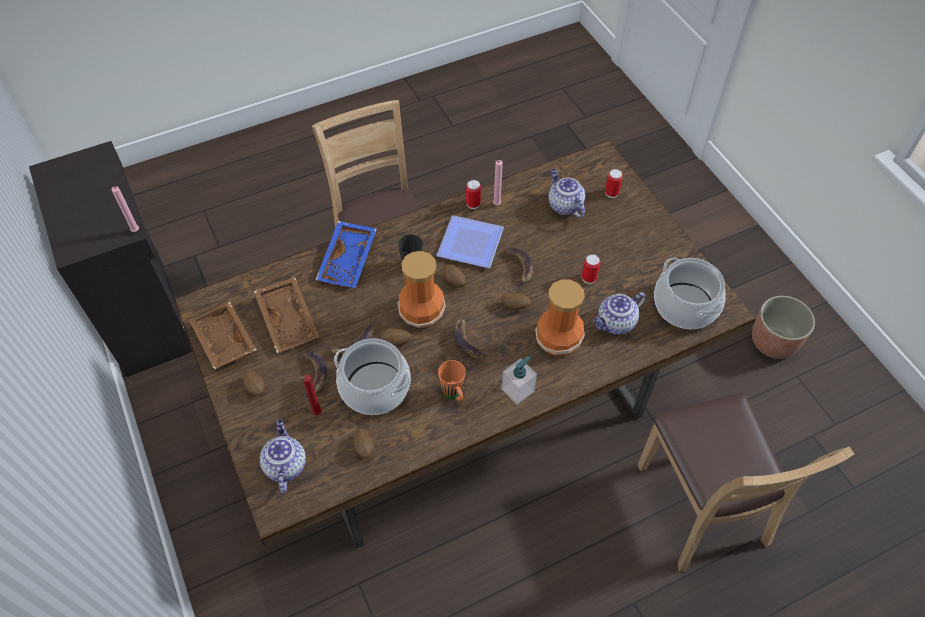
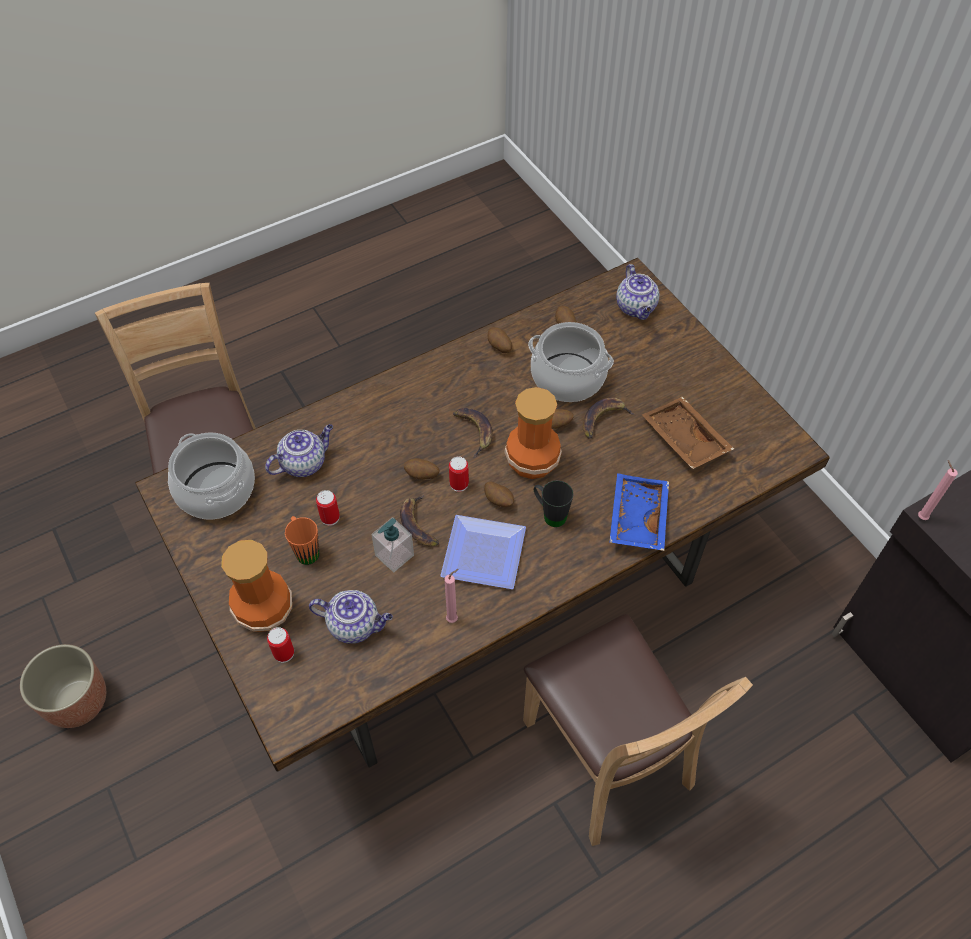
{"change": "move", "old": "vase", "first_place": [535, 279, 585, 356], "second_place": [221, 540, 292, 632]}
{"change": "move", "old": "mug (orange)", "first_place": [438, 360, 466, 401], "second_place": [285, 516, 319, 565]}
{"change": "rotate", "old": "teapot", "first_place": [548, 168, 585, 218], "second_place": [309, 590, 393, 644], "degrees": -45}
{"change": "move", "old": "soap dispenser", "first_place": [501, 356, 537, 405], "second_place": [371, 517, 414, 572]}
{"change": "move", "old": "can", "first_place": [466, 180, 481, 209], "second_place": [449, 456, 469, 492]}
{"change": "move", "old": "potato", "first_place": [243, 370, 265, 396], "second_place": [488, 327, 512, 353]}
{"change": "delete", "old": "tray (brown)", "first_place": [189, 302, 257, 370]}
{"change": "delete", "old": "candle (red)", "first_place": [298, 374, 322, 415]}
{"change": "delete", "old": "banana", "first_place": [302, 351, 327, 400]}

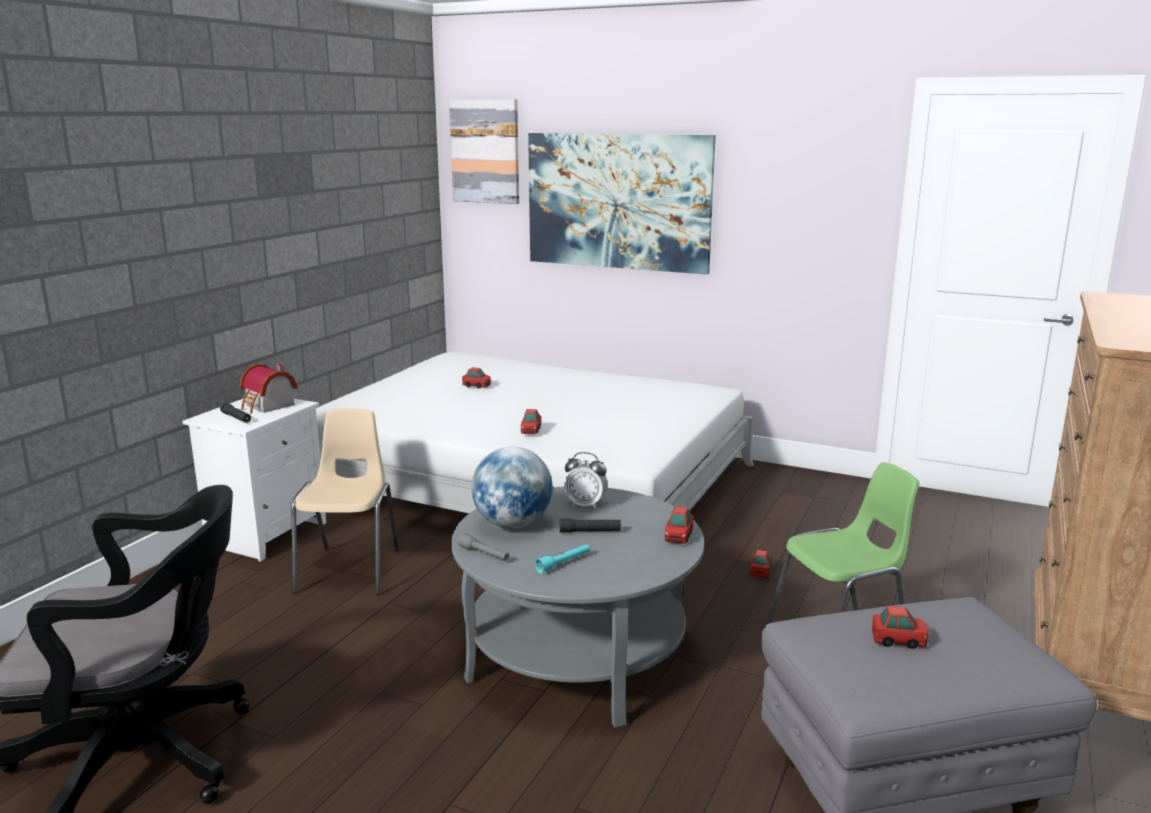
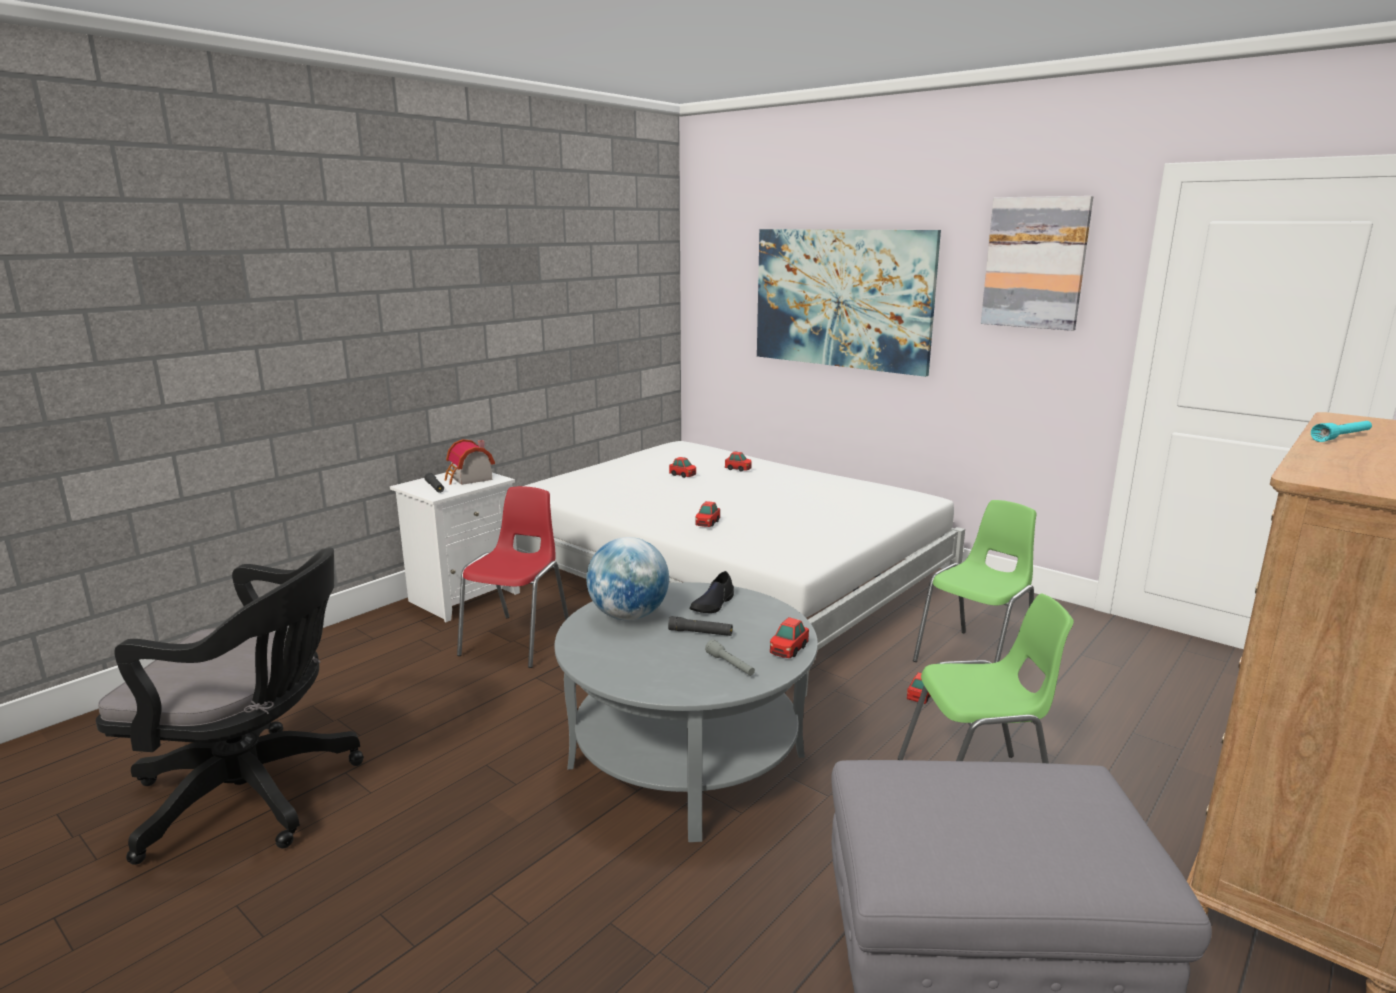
{"change": "recolor", "old": "chair (beige)", "new": "chair (red)", "first_place": [291, 408, 399, 595], "second_place": [457, 486, 569, 668]}
{"change": "replace", "old": "alarm clock", "new": "shoe (black)", "first_place": [564, 452, 607, 509], "second_place": [690, 571, 734, 613]}
{"change": "move", "old": "flashlight (grey)", "first_place": [458, 533, 509, 561], "second_place": [705, 639, 755, 676]}
{"change": "move", "old": "toy car", "first_place": [872, 606, 929, 649], "second_place": [725, 451, 752, 471]}
{"change": "insert", "new": "chair (green)", "second_place": [913, 500, 1036, 663]}
{"change": "move", "old": "picture", "first_place": [449, 99, 519, 204], "second_place": [981, 196, 1093, 331]}
{"change": "move", "old": "flashlight (turquoise)", "first_place": [535, 544, 590, 573], "second_place": [1311, 421, 1372, 442]}

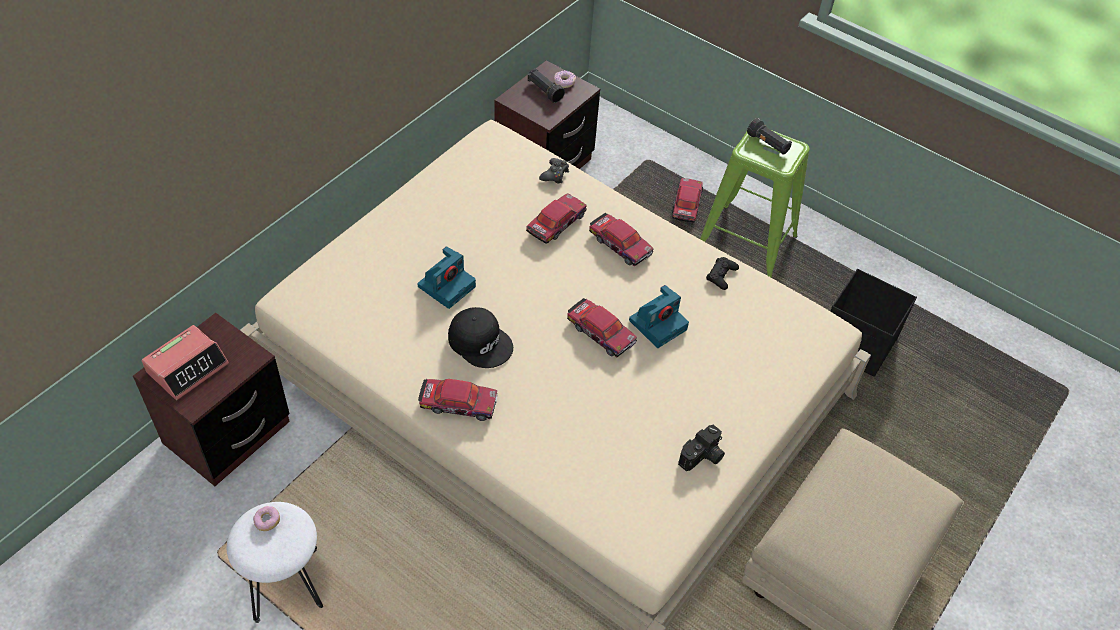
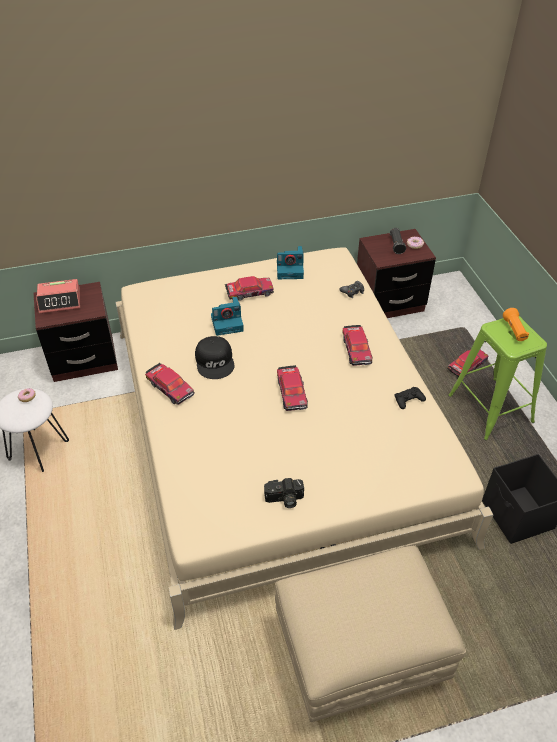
{"change": "move", "old": "toy car", "first_place": [526, 193, 587, 244], "second_place": [225, 276, 274, 301]}
{"change": "move", "old": "photo camera", "first_place": [629, 285, 689, 348], "second_place": [277, 246, 304, 279]}
{"change": "recolor", "old": "flashlight (black)", "new": "flashlight (orange)", "first_place": [747, 118, 792, 155], "second_place": [503, 308, 529, 341]}

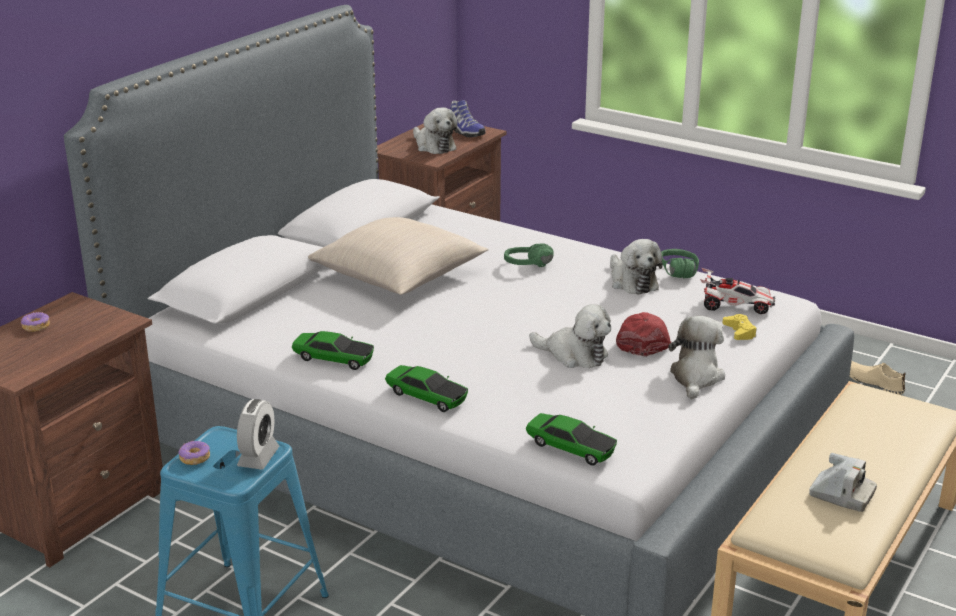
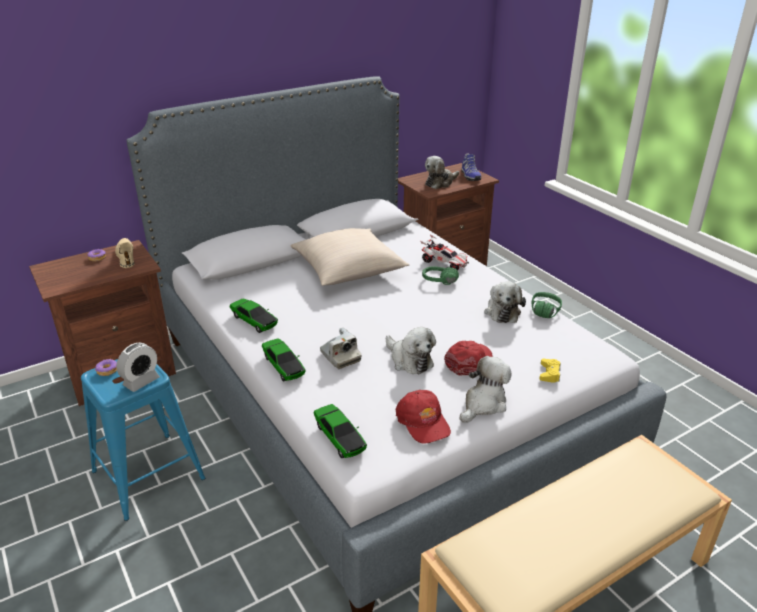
{"change": "move", "old": "shoe (beige)", "first_place": [849, 361, 906, 395], "second_place": [115, 238, 135, 268]}
{"change": "move", "old": "photo camera", "first_place": [809, 453, 877, 512], "second_place": [320, 327, 361, 369]}
{"change": "insert", "new": "cap (red)", "second_place": [396, 390, 451, 444]}
{"change": "move", "old": "toy car", "first_place": [700, 268, 775, 314], "second_place": [421, 235, 469, 271]}
{"change": "rotate", "old": "plush toy", "first_place": [413, 108, 458, 154], "second_place": [425, 156, 459, 189], "degrees": 60}

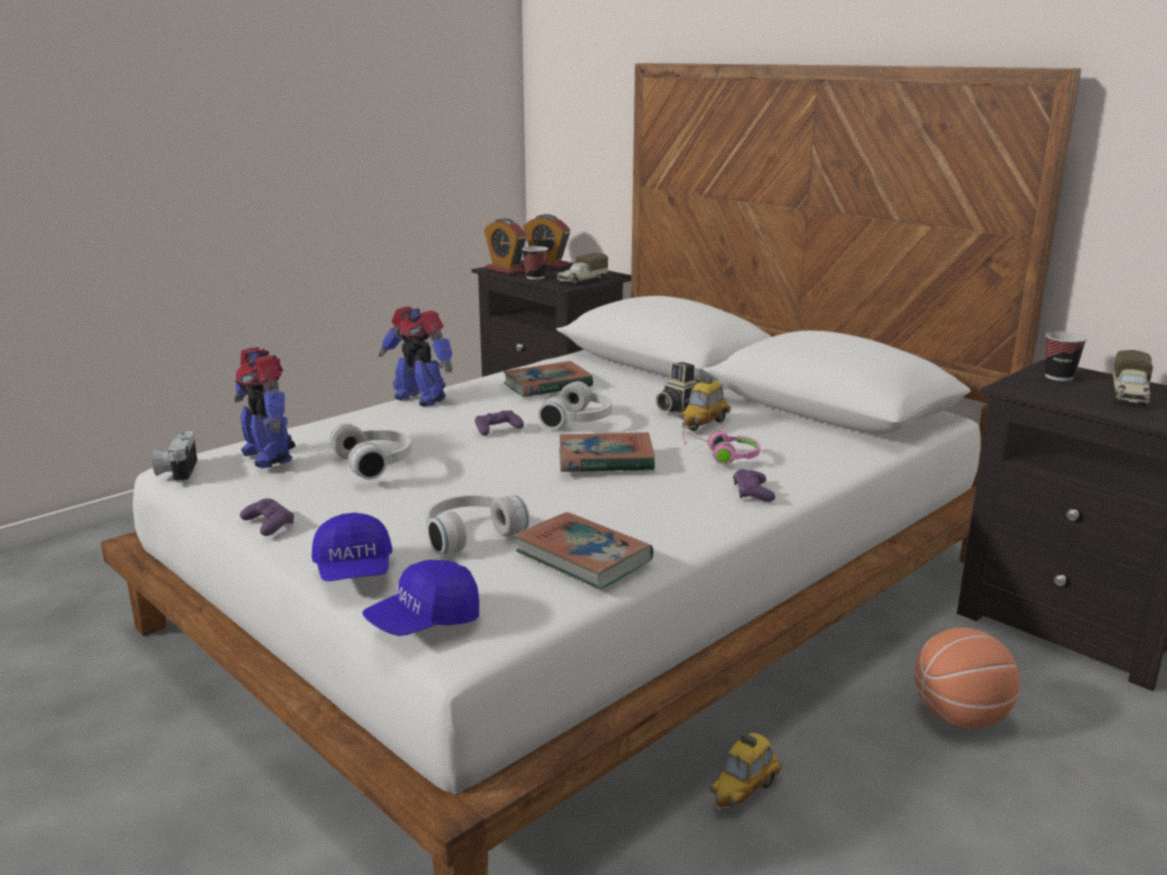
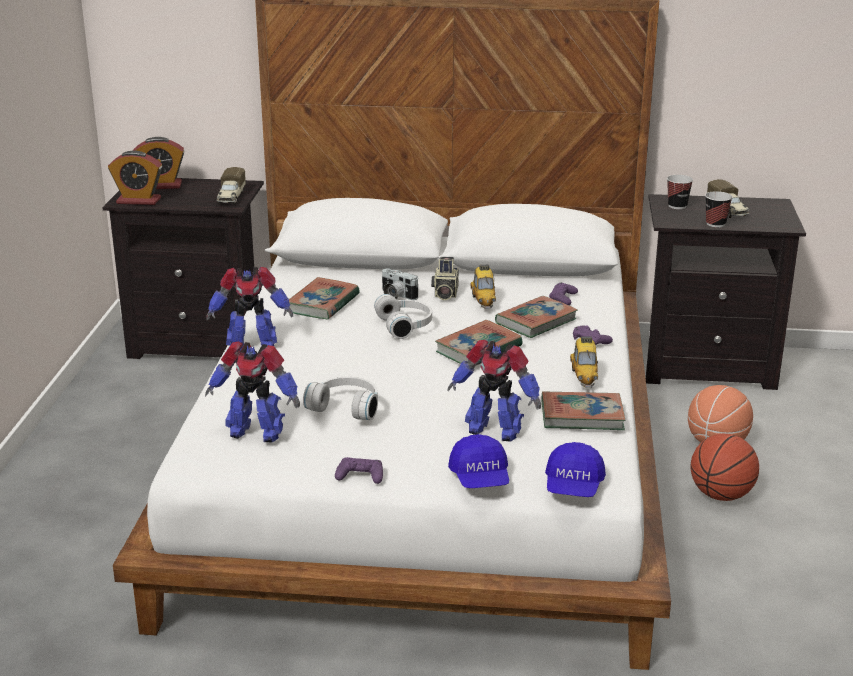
{"change": "move", "old": "photo camera", "first_place": [152, 431, 198, 483], "second_place": [382, 269, 418, 300]}
{"change": "replace", "old": "headphones (white)", "new": "toy robot", "first_place": [426, 495, 530, 555], "second_place": [448, 340, 541, 442]}
{"change": "rotate", "old": "cap (blue)", "first_place": [312, 513, 392, 581], "second_place": [448, 434, 509, 488], "degrees": 45}
{"change": "replace", "old": "headphones (pink)", "new": "book", "first_place": [683, 426, 760, 465], "second_place": [495, 296, 578, 338]}
{"change": "move", "old": "game controller (purple)", "first_place": [475, 410, 524, 436], "second_place": [549, 283, 578, 305]}
{"change": "move", "old": "toy car", "first_place": [710, 733, 782, 812], "second_place": [570, 336, 598, 388]}
{"change": "insert", "new": "basketball", "second_place": [691, 434, 759, 501]}
{"change": "move", "old": "cup", "first_place": [522, 246, 548, 280], "second_place": [705, 191, 733, 227]}

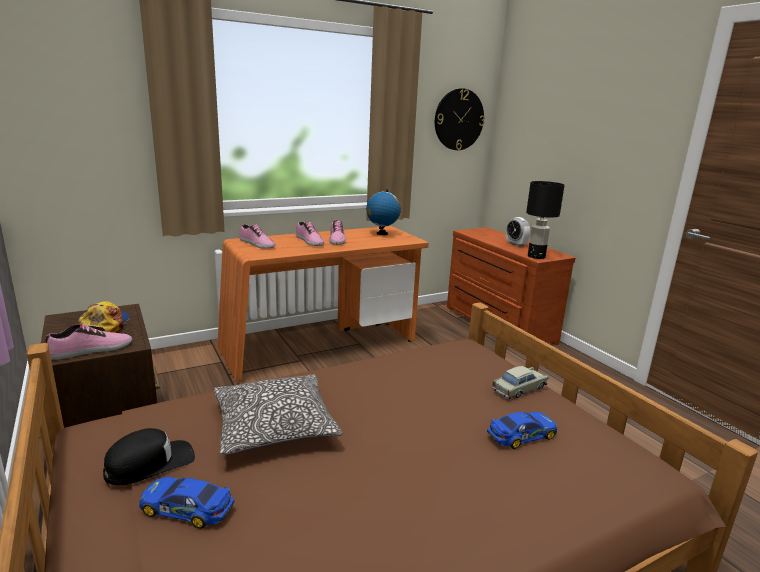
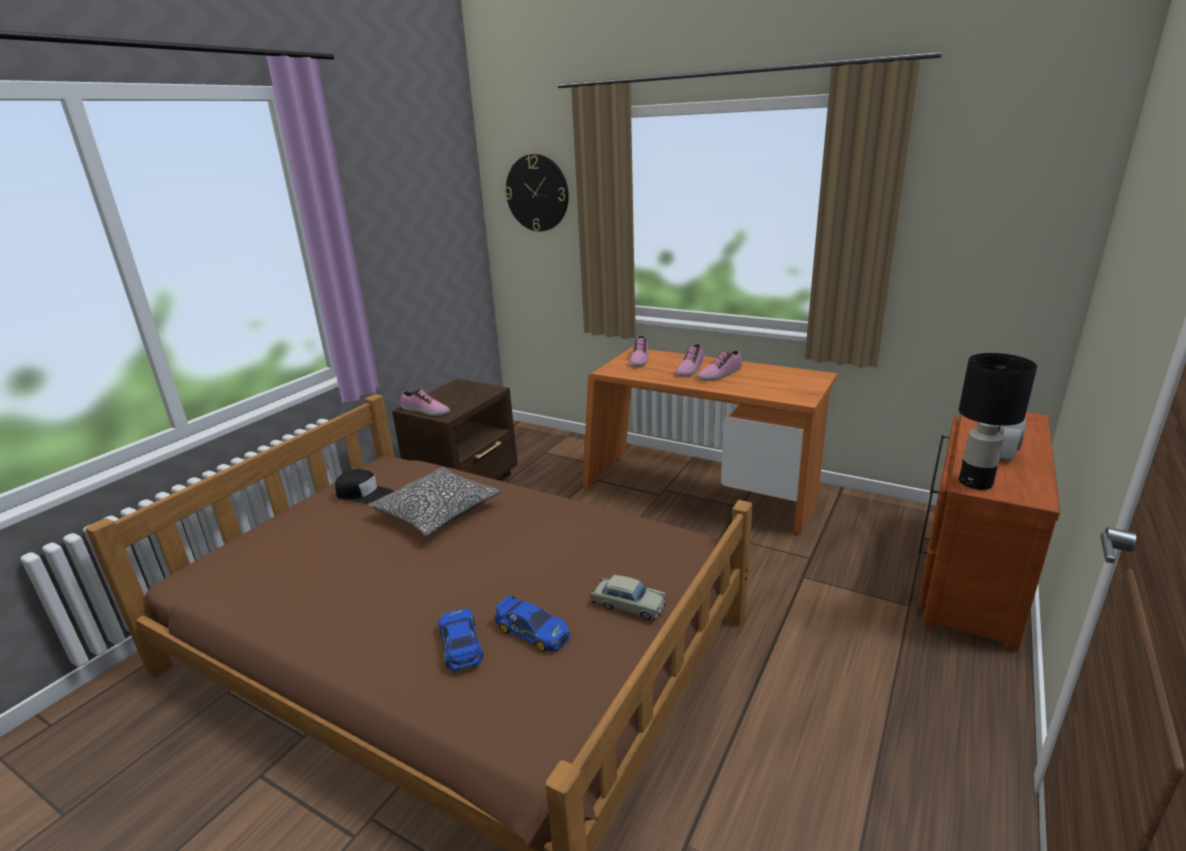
{"change": "move", "old": "toy car", "first_place": [139, 477, 234, 529], "second_place": [438, 609, 483, 672]}
{"change": "move", "old": "wall clock", "first_place": [435, 88, 485, 150], "second_place": [505, 154, 569, 231]}
{"change": "delete", "old": "cap", "first_place": [78, 301, 130, 333]}
{"change": "delete", "old": "globe", "first_place": [366, 189, 401, 235]}

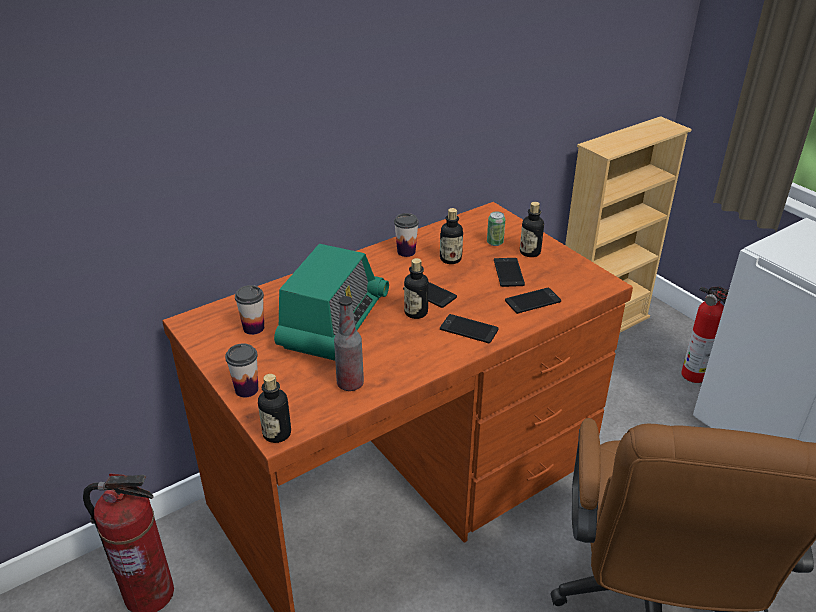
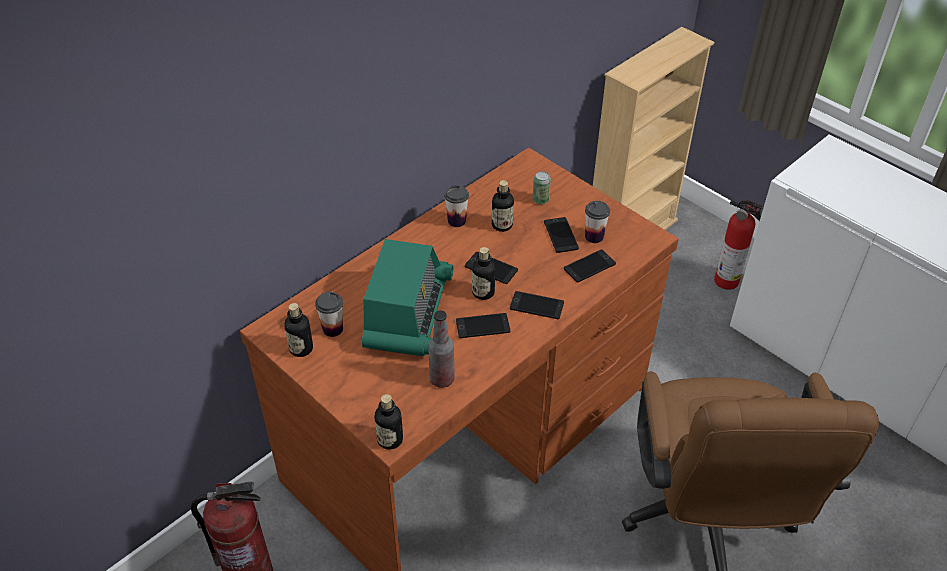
{"change": "move", "old": "bottle", "first_place": [520, 202, 544, 257], "second_place": [284, 303, 313, 357]}
{"change": "insert", "new": "phone", "second_place": [456, 313, 510, 338]}
{"change": "move", "old": "cup", "first_place": [225, 343, 258, 397], "second_place": [585, 201, 610, 243]}

